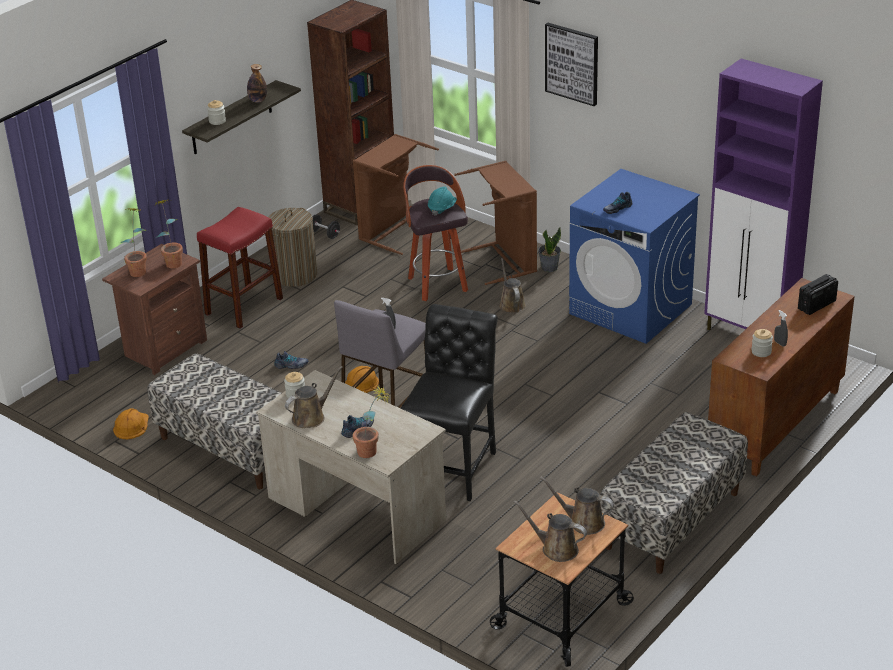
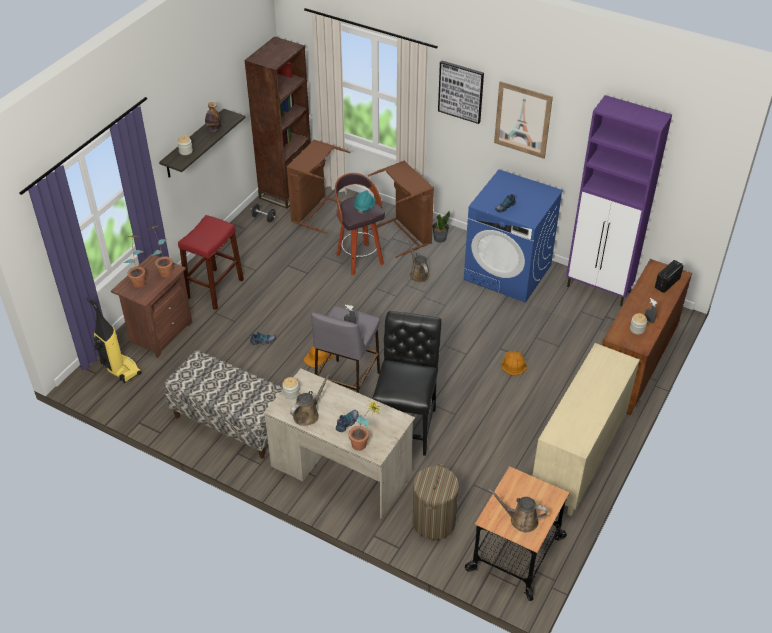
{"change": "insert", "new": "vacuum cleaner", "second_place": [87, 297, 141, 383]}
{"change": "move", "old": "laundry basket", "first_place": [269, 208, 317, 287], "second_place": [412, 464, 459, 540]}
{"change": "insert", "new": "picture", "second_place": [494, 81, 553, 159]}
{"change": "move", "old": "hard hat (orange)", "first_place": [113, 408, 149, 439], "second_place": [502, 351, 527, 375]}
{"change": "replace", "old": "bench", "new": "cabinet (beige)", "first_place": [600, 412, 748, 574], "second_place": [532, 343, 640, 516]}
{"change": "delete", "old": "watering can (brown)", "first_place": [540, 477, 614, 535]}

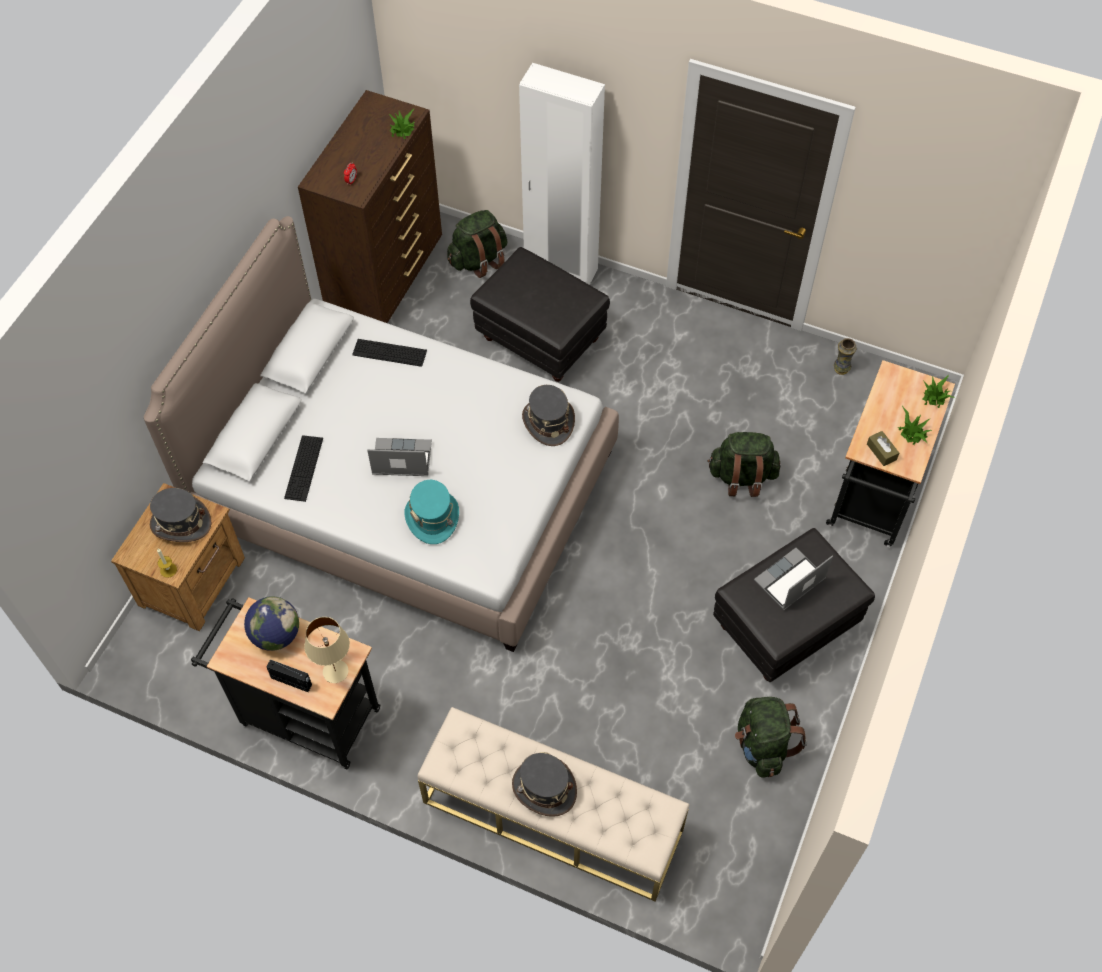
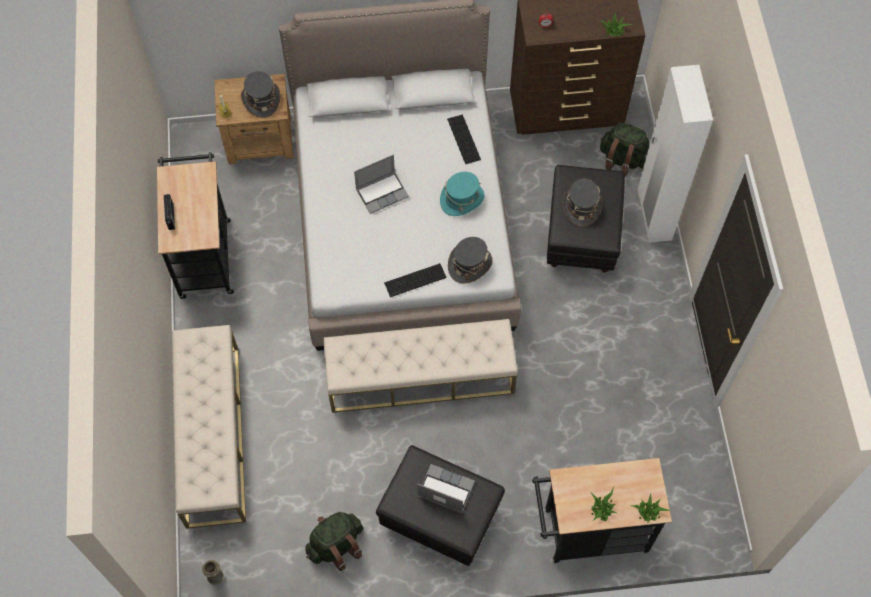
{"change": "move", "old": "vase", "first_place": [834, 338, 857, 375], "second_place": [202, 560, 224, 585]}
{"change": "insert", "new": "bench (beige)", "second_place": [323, 319, 517, 413]}
{"change": "rotate", "old": "laptop", "first_place": [367, 438, 432, 476], "second_place": [354, 155, 409, 214], "degrees": 90}
{"change": "move", "old": "keyboard", "first_place": [284, 435, 323, 502], "second_place": [384, 263, 446, 297]}
{"change": "move", "old": "hat (turquoise)", "first_place": [404, 480, 459, 544], "second_place": [440, 172, 484, 216]}
{"change": "move", "old": "hat (grey)", "first_place": [512, 752, 577, 817], "second_place": [562, 179, 603, 227]}
{"change": "delete", "old": "globe", "first_place": [244, 596, 299, 651]}
{"change": "delete", "old": "table lamp (beige)", "first_place": [305, 617, 350, 683]}
{"change": "delete", "old": "backpack (green)", "first_place": [708, 432, 781, 497]}
{"change": "delete", "old": "tissue box (brown)", "first_place": [867, 431, 899, 466]}

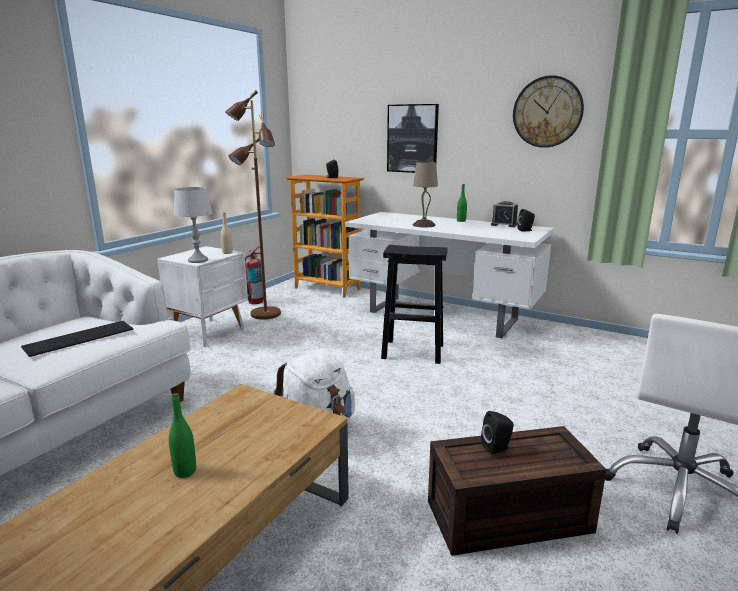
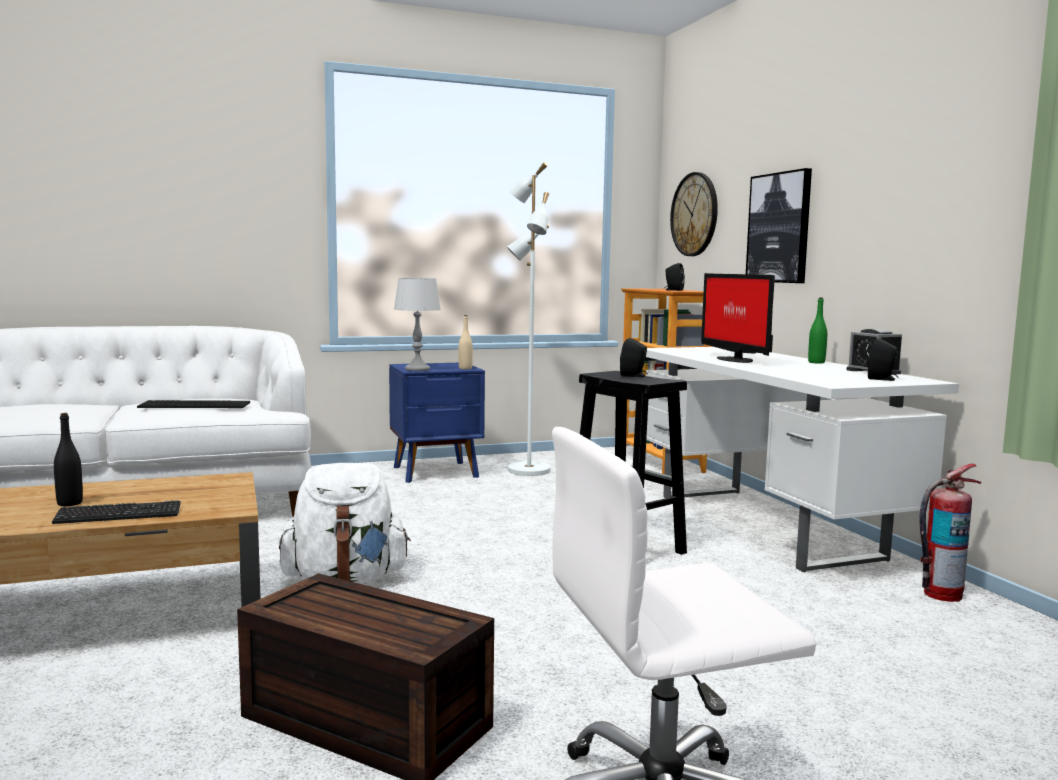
{"change": "insert", "new": "keyboard", "second_place": [52, 500, 181, 524]}
{"change": "recolor", "old": "bottle (green)", "new": "bottle (black)", "first_place": [169, 393, 196, 478], "second_place": [54, 413, 83, 506]}
{"change": "recolor", "old": "nightstand (white)", "new": "nightstand (blue)", "first_place": [157, 246, 248, 347], "second_place": [389, 363, 485, 483]}
{"change": "recolor", "old": "floor lamp (brown)", "new": "floor lamp (white)", "first_place": [225, 90, 281, 320], "second_place": [507, 162, 550, 476]}
{"change": "move", "old": "speaker (black)", "first_place": [481, 411, 514, 454], "second_place": [620, 338, 648, 377]}
{"change": "move", "old": "wall clock", "first_place": [513, 75, 584, 148], "second_place": [670, 172, 718, 256]}
{"change": "replace", "old": "table lamp (beige)", "new": "monitor", "first_place": [413, 160, 438, 227], "second_place": [701, 273, 775, 363]}
{"change": "move", "old": "fire extinguisher", "first_place": [245, 246, 263, 304], "second_place": [919, 464, 982, 602]}

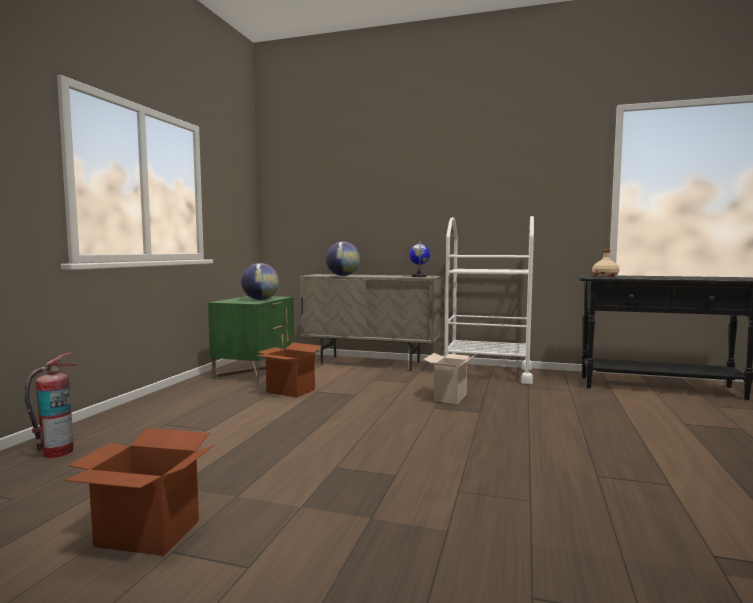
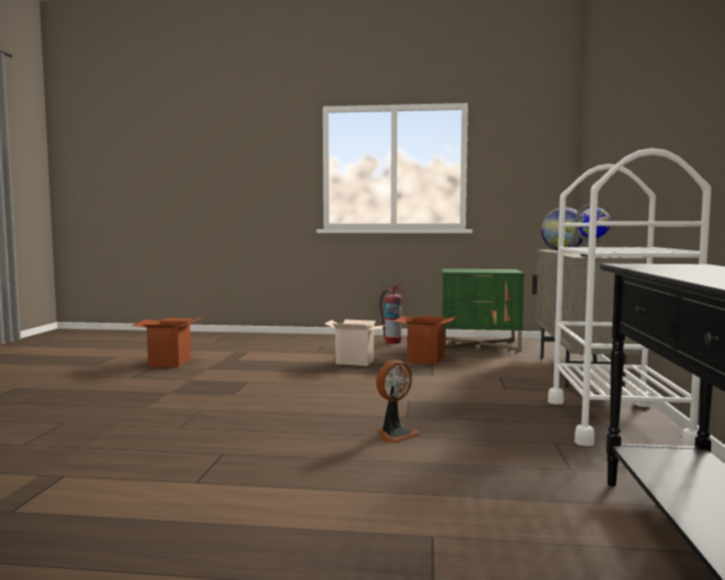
{"change": "move", "old": "cardboard box", "first_place": [424, 353, 476, 404], "second_place": [325, 320, 385, 366]}
{"change": "insert", "new": "fan", "second_place": [376, 360, 420, 444]}
{"change": "move", "old": "fire extinguisher", "first_place": [24, 352, 78, 458], "second_place": [380, 283, 407, 344]}
{"change": "delete", "old": "globe", "first_place": [241, 263, 279, 300]}
{"change": "delete", "old": "bottle (beige)", "first_place": [592, 249, 619, 277]}

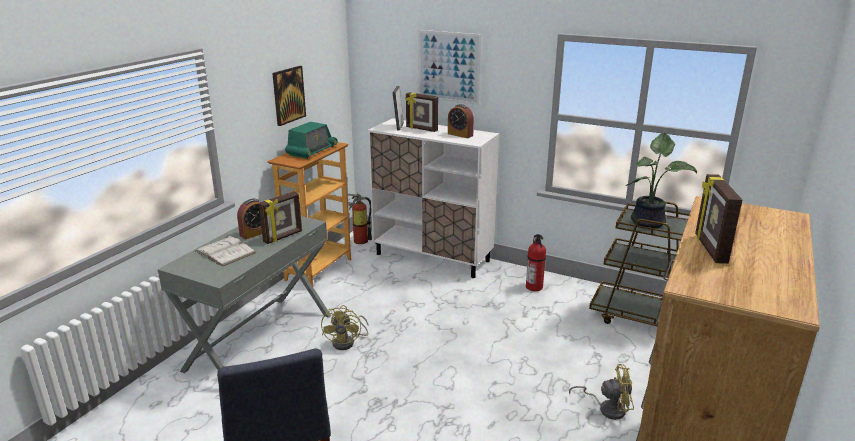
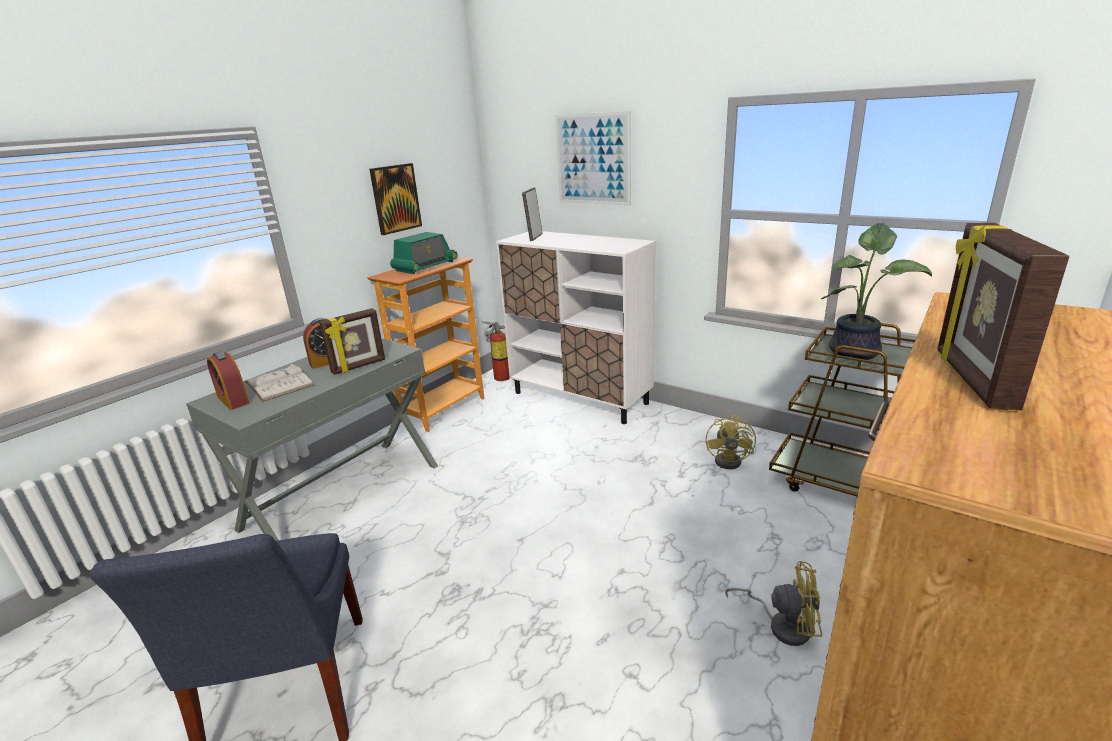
{"change": "move", "old": "alarm clock", "first_place": [448, 104, 474, 138], "second_place": [207, 352, 249, 410]}
{"change": "move", "old": "fan (yellow)", "first_place": [321, 305, 368, 350], "second_place": [706, 415, 756, 469]}
{"change": "delete", "old": "picture frame", "first_place": [405, 92, 438, 132]}
{"change": "delete", "old": "fire extinguisher", "first_place": [526, 234, 546, 291]}

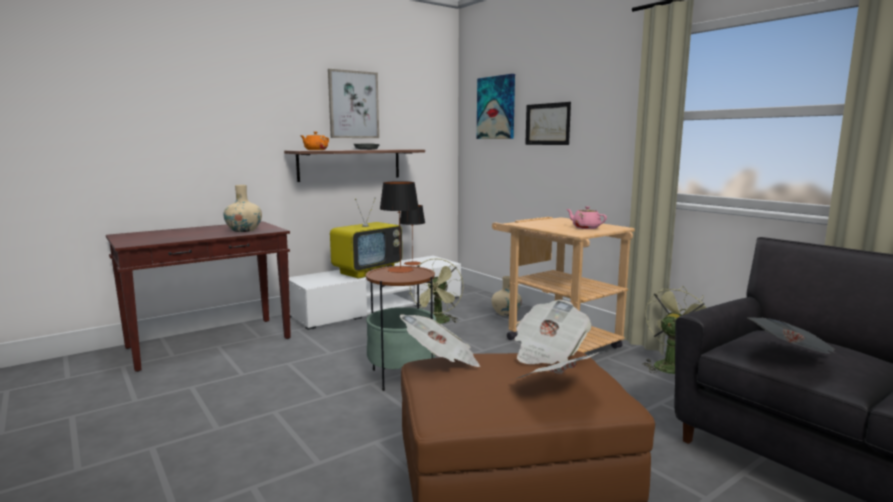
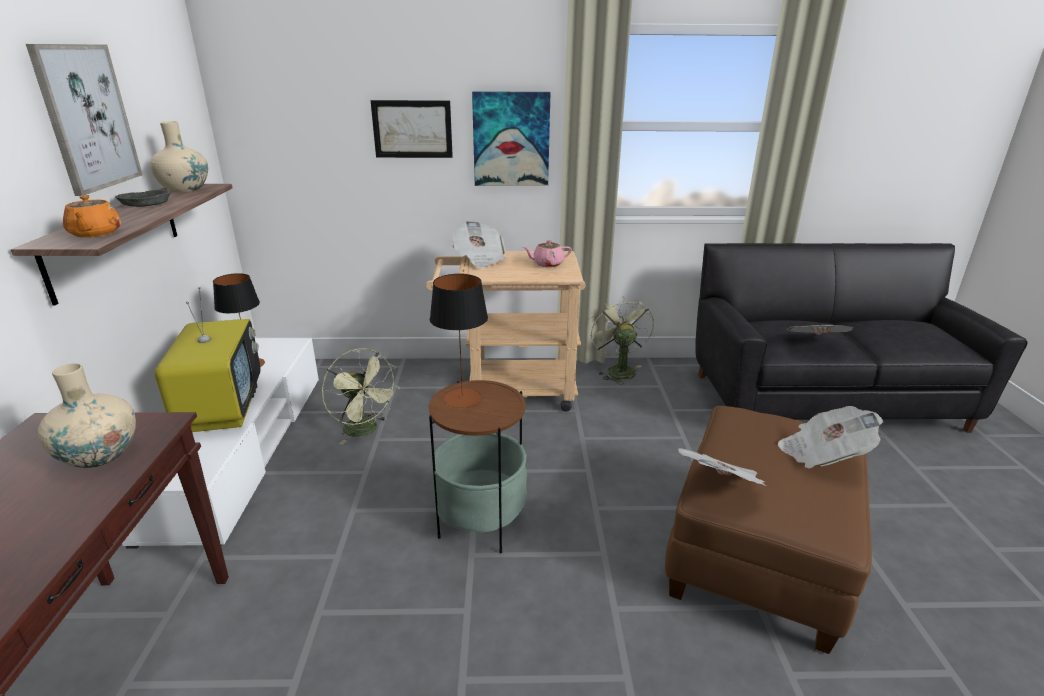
{"change": "move", "old": "vase (beige)", "first_place": [491, 276, 522, 316], "second_place": [150, 121, 208, 192]}
{"change": "move", "old": "newspaper", "first_place": [515, 300, 591, 364], "second_place": [452, 220, 506, 268]}
{"change": "move", "old": "picture", "first_place": [477, 74, 515, 139], "second_place": [472, 91, 551, 186]}

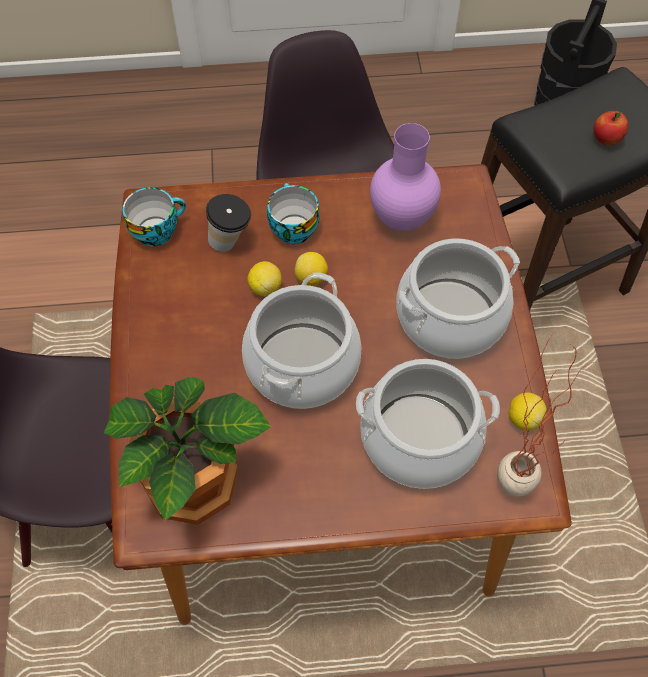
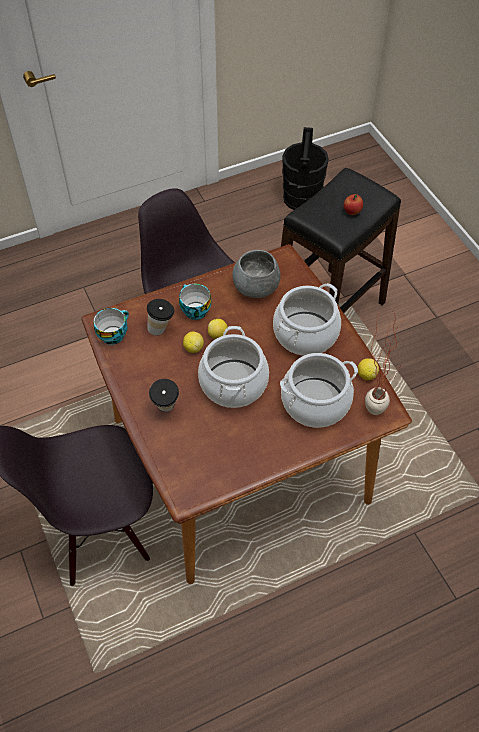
{"change": "insert", "new": "cup", "second_place": [149, 379, 179, 412]}
{"change": "replace", "old": "vase (purple)", "new": "bowl (grey)", "first_place": [370, 123, 441, 231], "second_place": [232, 250, 281, 298]}
{"change": "delete", "old": "potted plant", "first_place": [104, 377, 271, 525]}

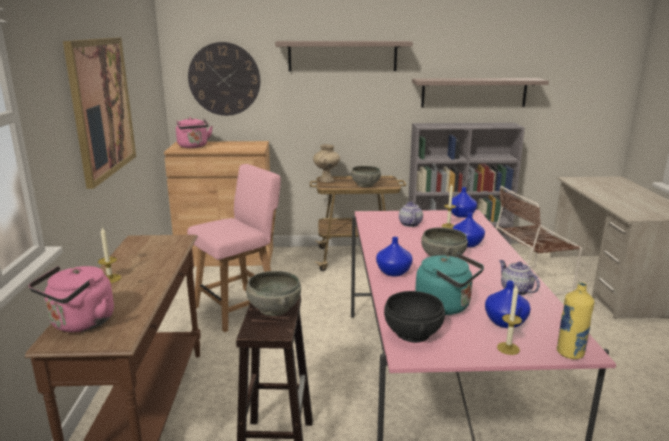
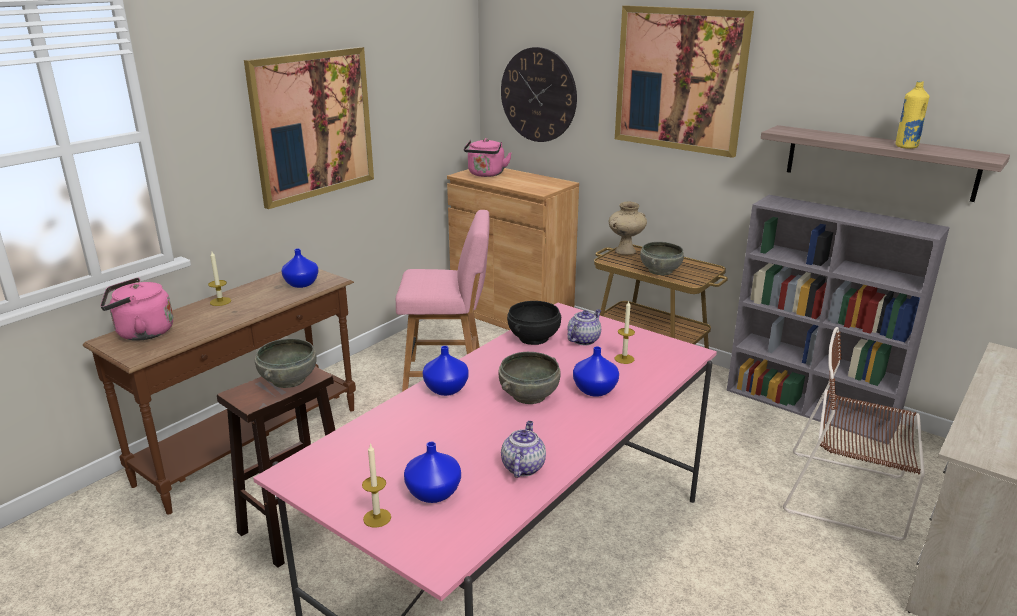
{"change": "move", "old": "vase (blue)", "first_place": [451, 187, 477, 218], "second_place": [281, 248, 318, 288]}
{"change": "move", "old": "bowl (black)", "first_place": [384, 291, 445, 343], "second_place": [507, 301, 561, 345]}
{"change": "replace", "old": "shelf", "new": "picture", "first_place": [275, 41, 413, 71], "second_place": [615, 5, 754, 158]}
{"change": "move", "old": "bottle (yellow)", "first_place": [557, 282, 594, 359], "second_place": [895, 81, 929, 149]}
{"change": "delete", "old": "kettle (turquoise)", "first_place": [415, 253, 484, 315]}

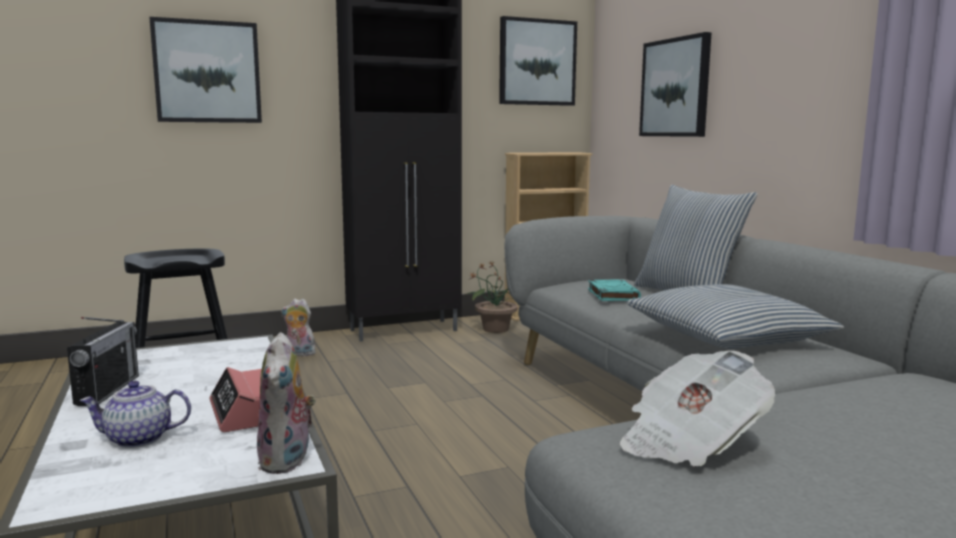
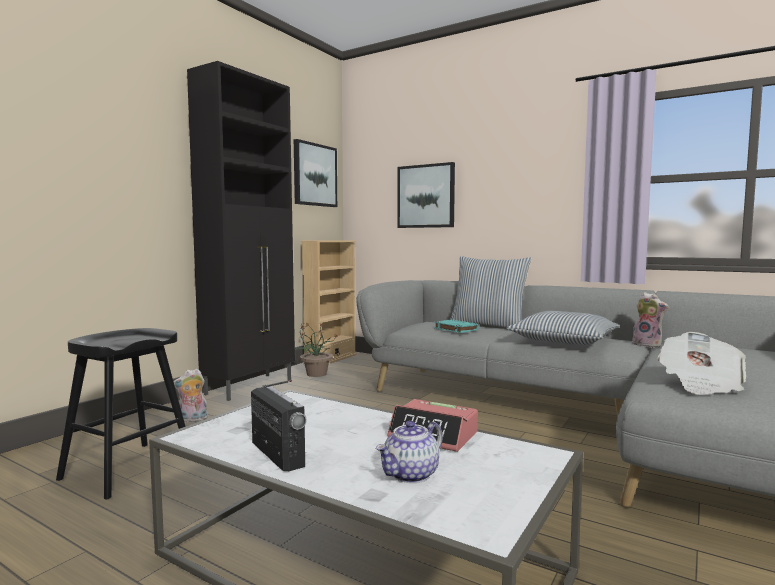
{"change": "move", "old": "plush toy", "first_place": [257, 332, 316, 474], "second_place": [632, 292, 669, 348]}
{"change": "delete", "old": "picture", "first_place": [149, 17, 262, 123]}

